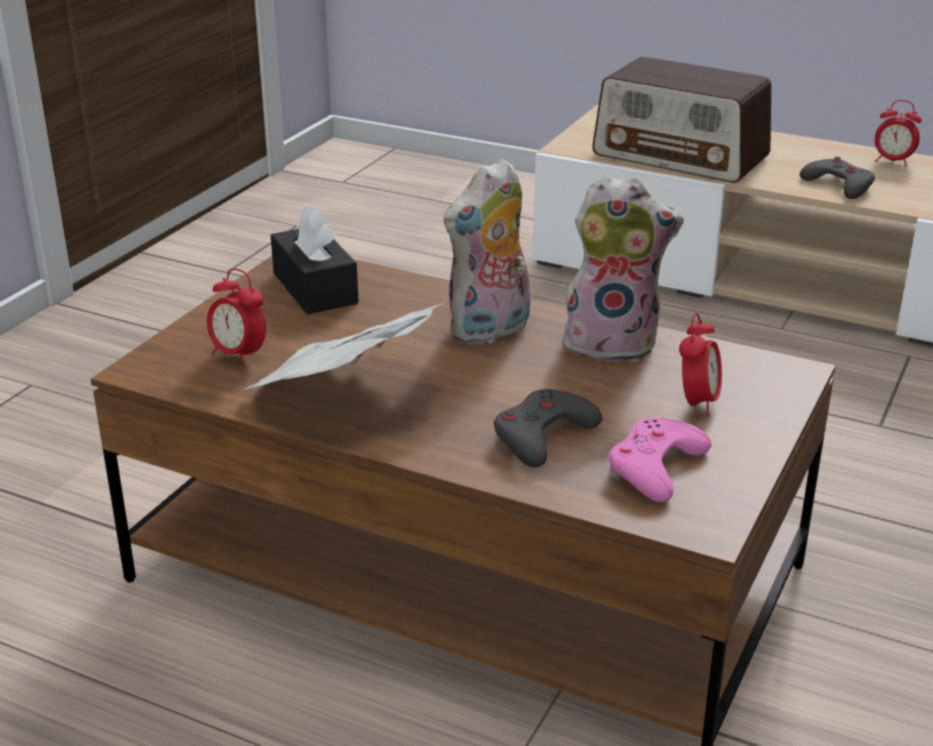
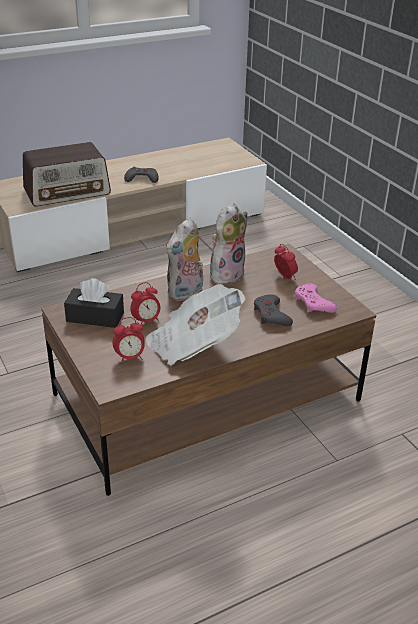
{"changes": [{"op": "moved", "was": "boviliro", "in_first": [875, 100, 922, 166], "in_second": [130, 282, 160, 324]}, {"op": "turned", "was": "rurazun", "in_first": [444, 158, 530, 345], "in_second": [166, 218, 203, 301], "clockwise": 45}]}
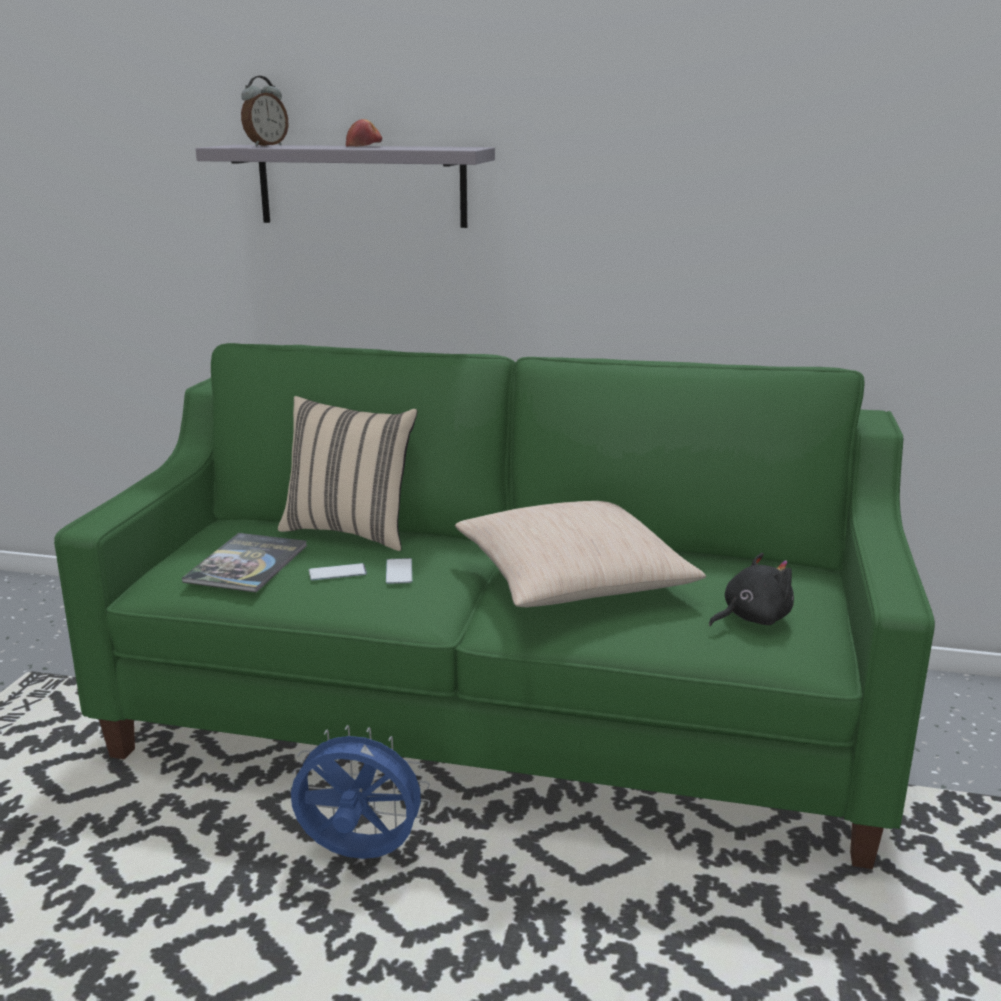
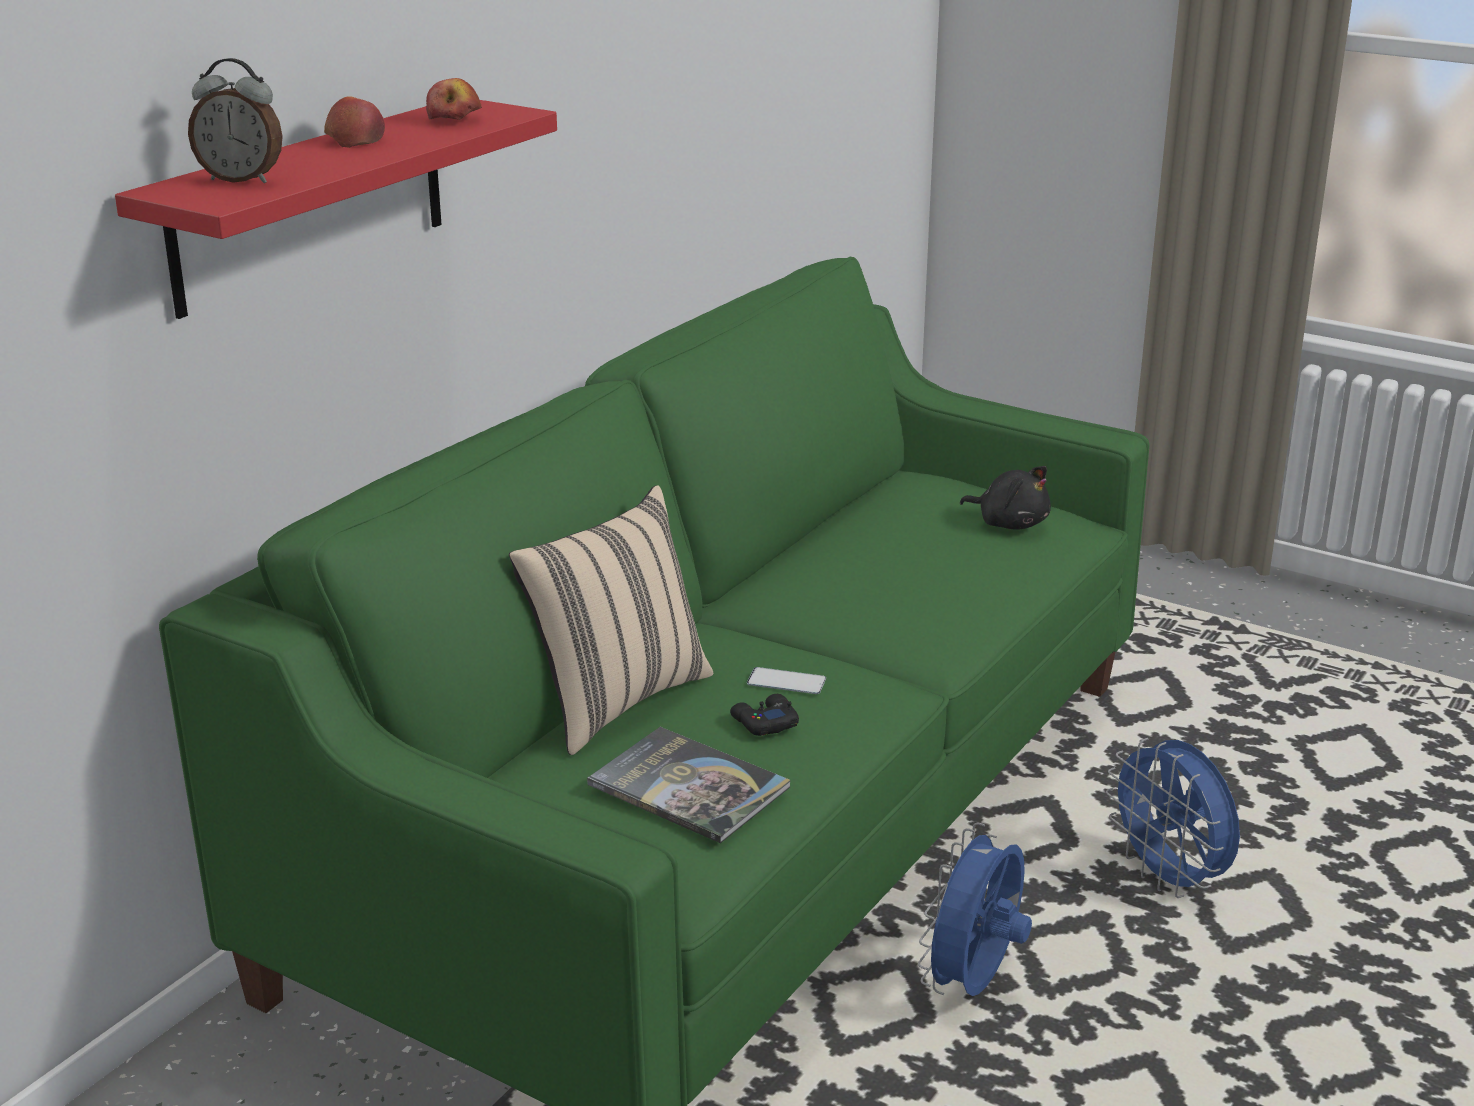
{"changes": [{"op": "turned", "was": "boviliro", "in_first": [241, 76, 288, 146], "in_second": [188, 58, 283, 183], "clockwise": 135}, {"op": "recoloured", "was": "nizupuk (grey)", "now": "nizupuk (red)", "in_first": [196, 145, 495, 228], "in_second": [115, 100, 557, 319]}, {"op": "removed", "was": "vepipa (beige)", "in_first": [455, 501, 706, 607]}, {"op": "turned", "was": "rurazun (black)", "in_first": [709, 553, 794, 626], "in_second": [960, 466, 1051, 530], "clockwise": 135}, {"op": "replaced", "was": "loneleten", "now": "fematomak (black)", "in_first": [309, 563, 367, 581], "in_second": [730, 694, 799, 736]}, {"op": "added", "now": "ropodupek", "in_second": [426, 78, 482, 120]}, {"op": "added", "now": "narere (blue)", "in_second": [1106, 738, 1240, 898]}]}
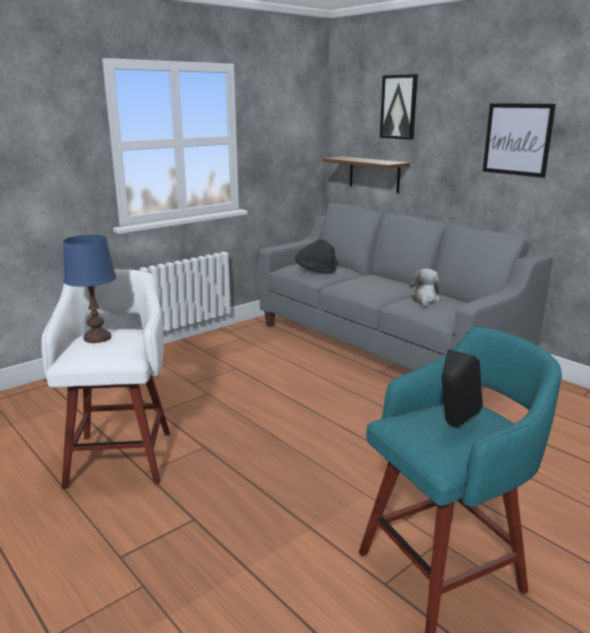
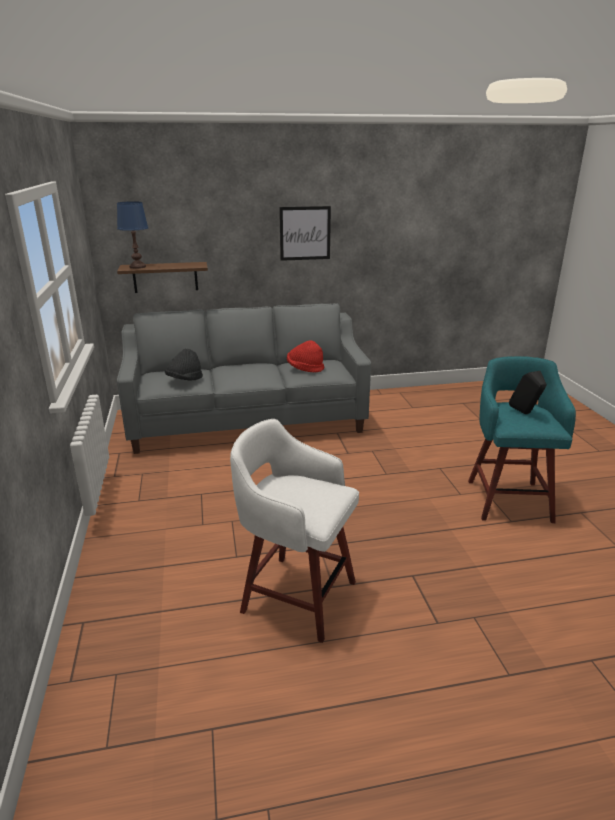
{"changes": [{"op": "removed", "was": "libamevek", "in_first": [380, 74, 418, 140]}, {"op": "moved", "was": "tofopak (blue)", "in_first": [64, 235, 116, 343], "in_second": [117, 201, 148, 269]}, {"op": "replaced", "was": "rurazun", "now": "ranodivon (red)", "in_first": [410, 269, 440, 307], "in_second": [287, 340, 324, 372]}]}
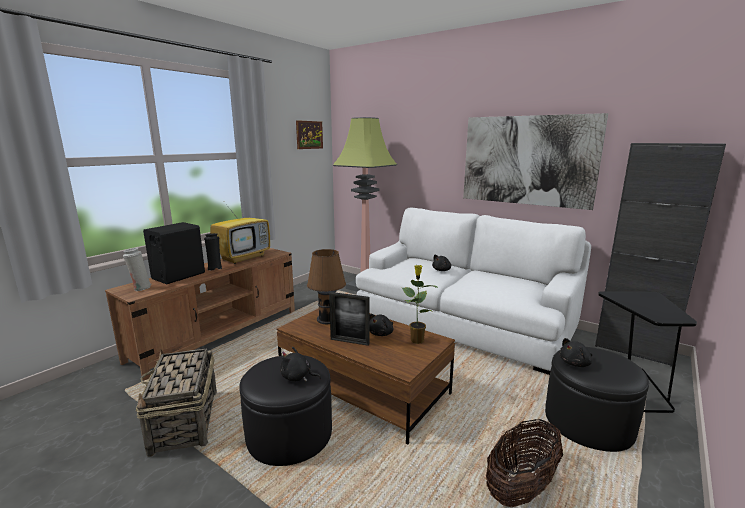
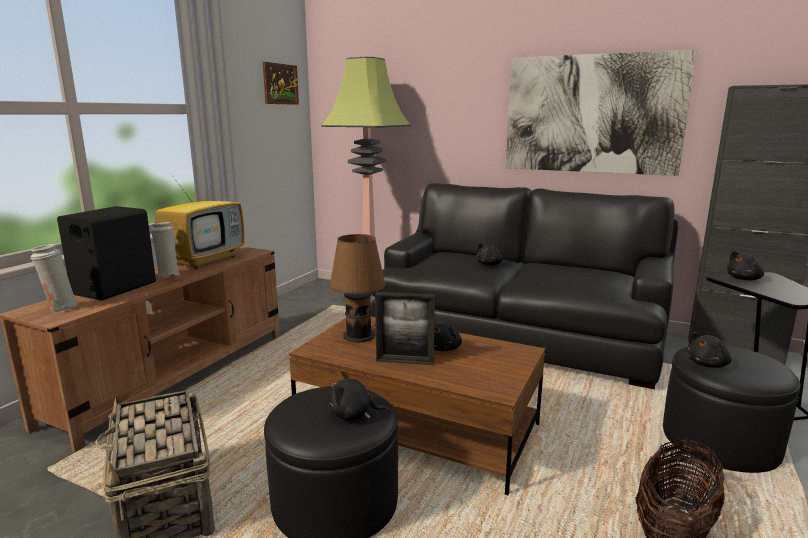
{"changes": [{"op": "recoloured", "was": "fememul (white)", "now": "fememul (black)", "in_first": [356, 208, 591, 375], "in_second": [371, 183, 678, 389]}, {"op": "recoloured", "was": "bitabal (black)", "now": "bitabal (white)", "in_first": [204, 233, 222, 270], "in_second": [151, 222, 180, 278]}, {"op": "removed", "was": "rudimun", "in_first": [402, 265, 439, 344]}, {"op": "added", "now": "rurazun (black)", "in_second": [727, 251, 764, 280]}]}
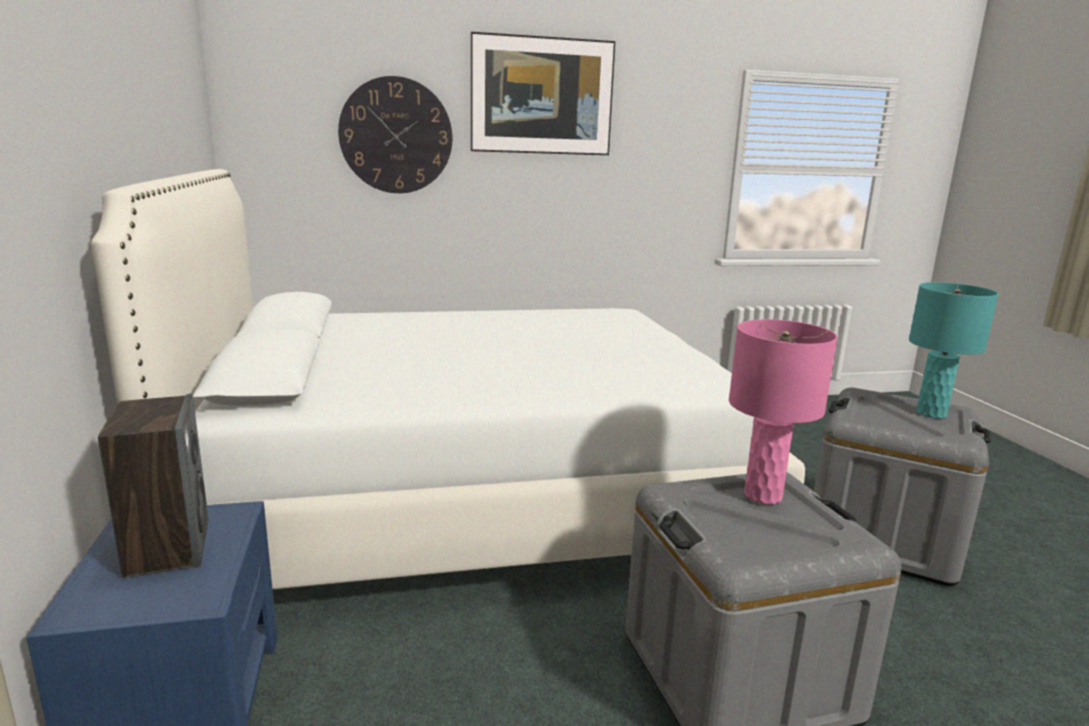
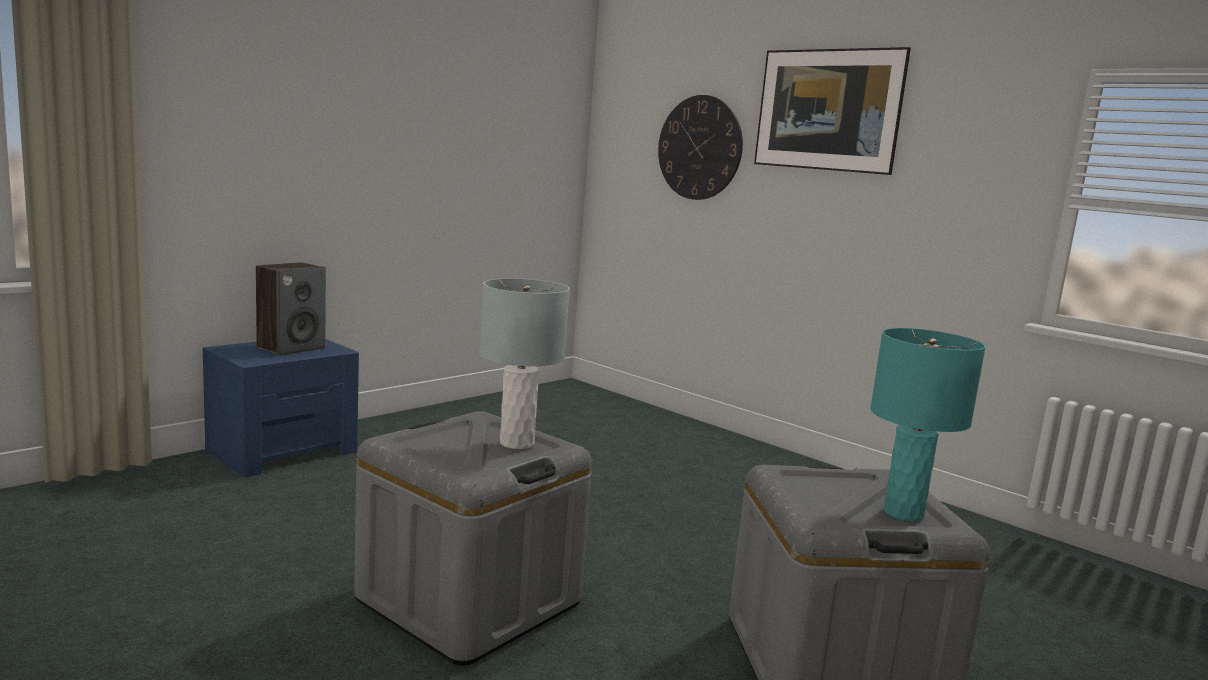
{"changes": [{"op": "removed", "was": "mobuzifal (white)", "in_first": [91, 169, 805, 589]}, {"op": "recoloured", "was": "tofopak (pink)", "now": "tofopak (grey)", "in_first": [729, 319, 837, 504], "in_second": [480, 278, 570, 449]}]}
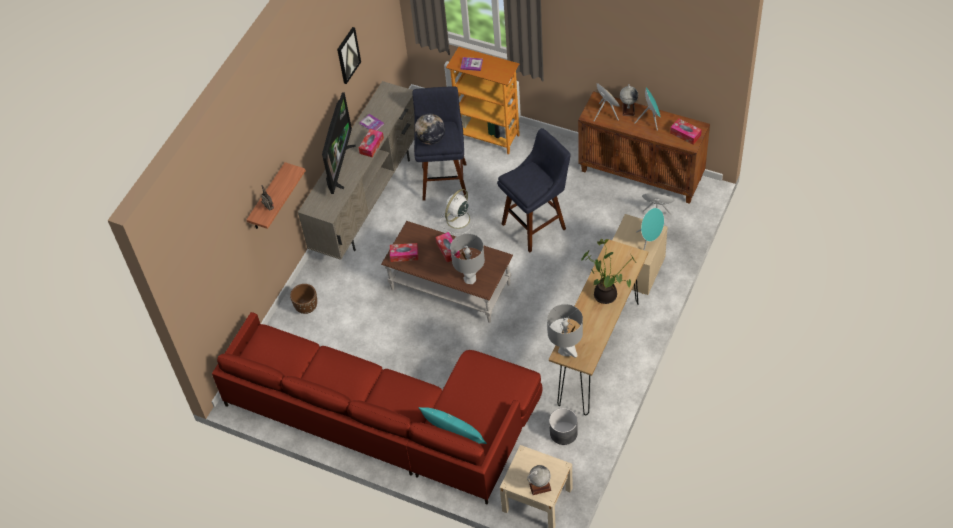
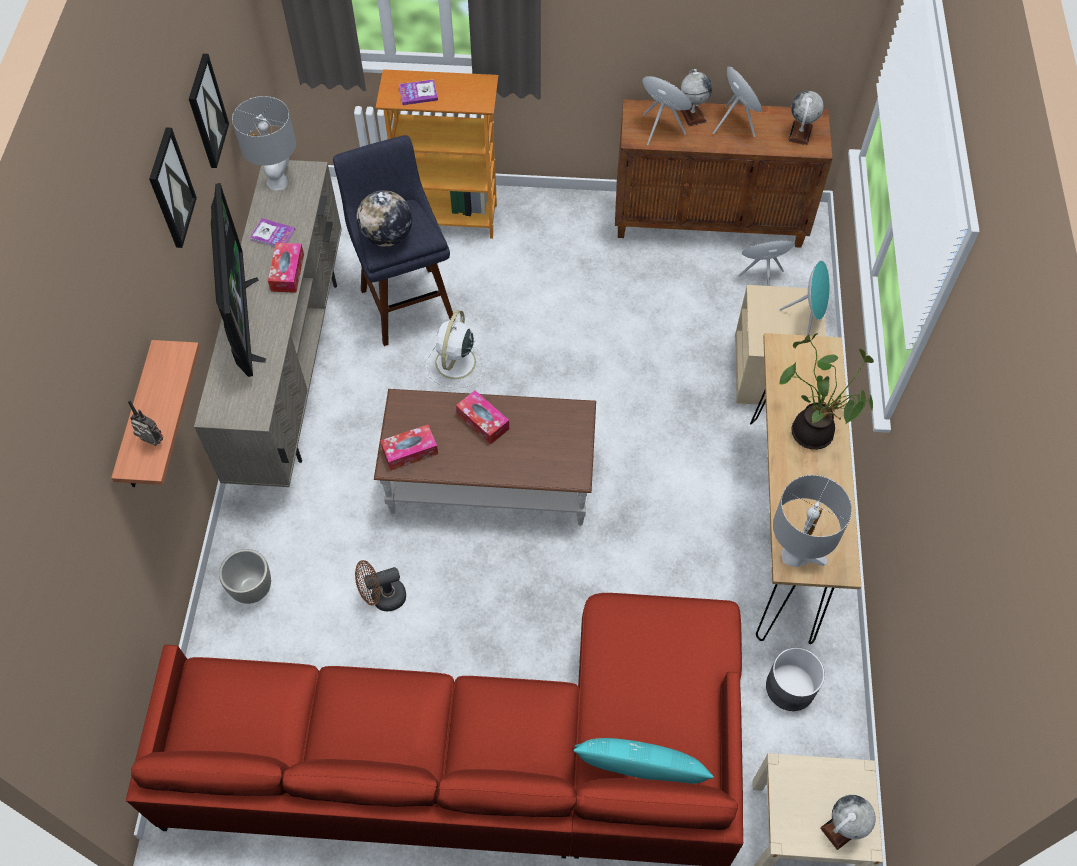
{"changes": [{"op": "replaced", "was": "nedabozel", "now": "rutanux", "in_first": [670, 118, 702, 145], "in_second": [788, 91, 824, 145]}, {"op": "removed", "was": "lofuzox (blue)", "in_first": [497, 128, 571, 252]}, {"op": "moved", "was": "tofopak (grey)", "in_first": [450, 234, 485, 284], "in_second": [232, 96, 296, 190]}, {"op": "recoloured", "was": "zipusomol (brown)", "now": "zipusomol (grey)", "in_first": [290, 284, 317, 314], "in_second": [219, 549, 271, 604]}, {"op": "added", "now": "libamevek", "in_second": [149, 127, 197, 248]}, {"op": "added", "now": "narere (brown)", "in_second": [355, 560, 406, 611]}]}
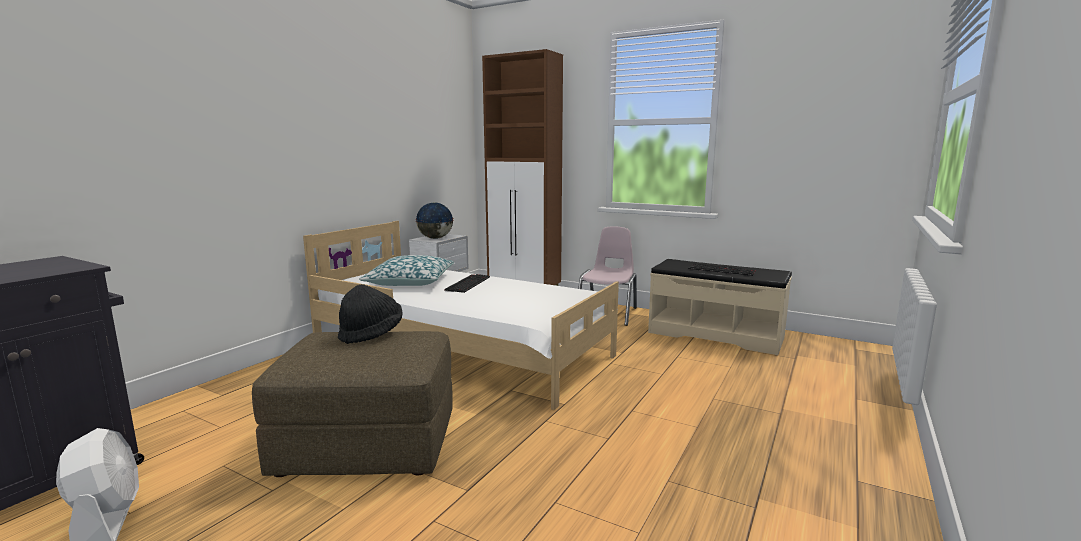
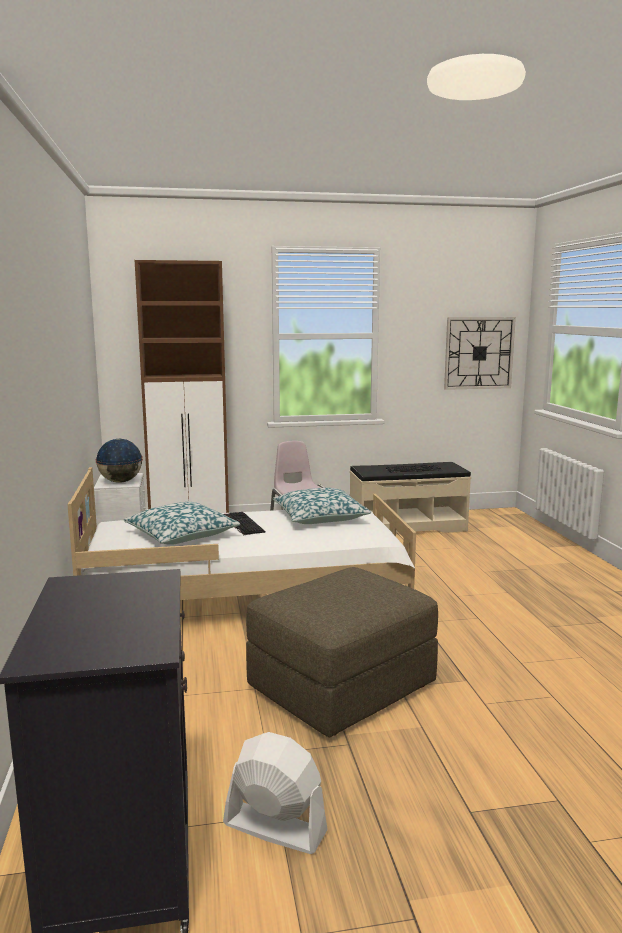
{"changes": [{"op": "removed", "was": "ranodivon (black)", "in_first": [338, 284, 403, 344]}, {"op": "added", "now": "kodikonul", "in_second": [444, 317, 516, 390]}, {"op": "added", "now": "vepipa", "in_second": [273, 488, 371, 524]}]}
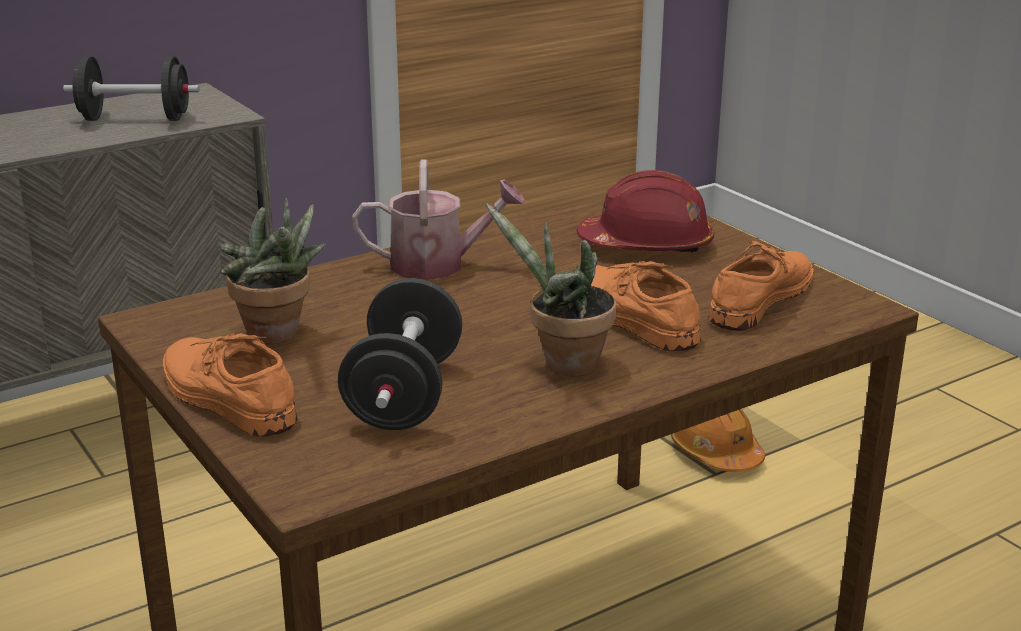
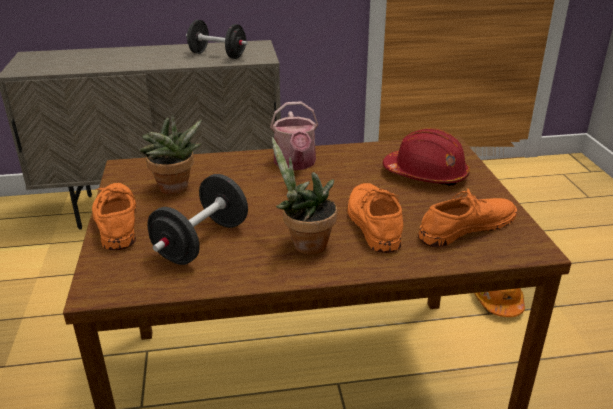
{"changes": [{"op": "turned", "was": "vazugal", "in_first": [352, 159, 526, 280], "in_second": [270, 101, 318, 170], "clockwise": 60}]}
